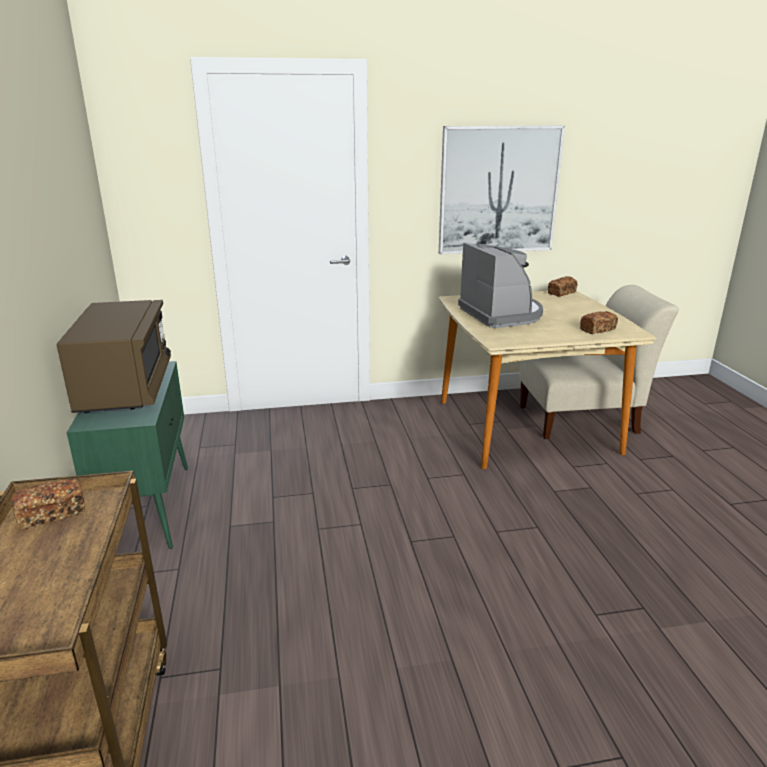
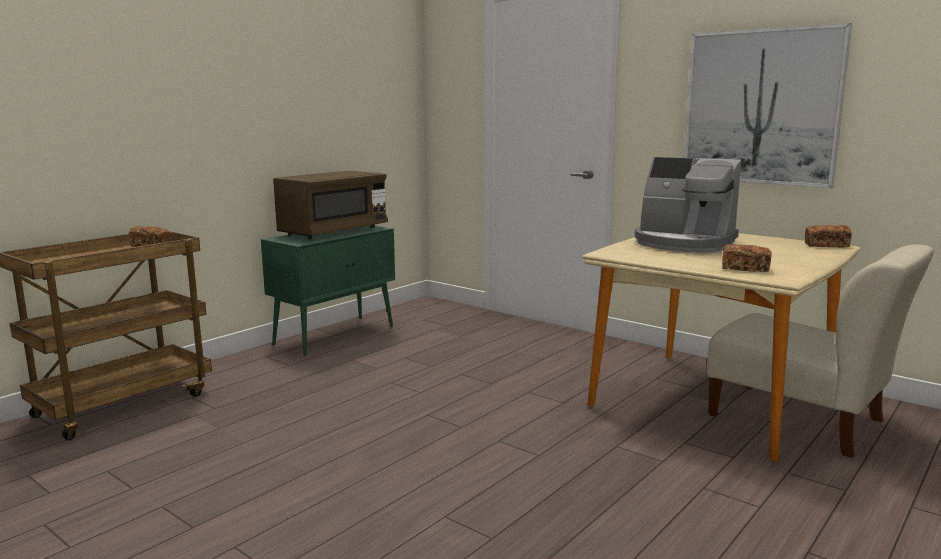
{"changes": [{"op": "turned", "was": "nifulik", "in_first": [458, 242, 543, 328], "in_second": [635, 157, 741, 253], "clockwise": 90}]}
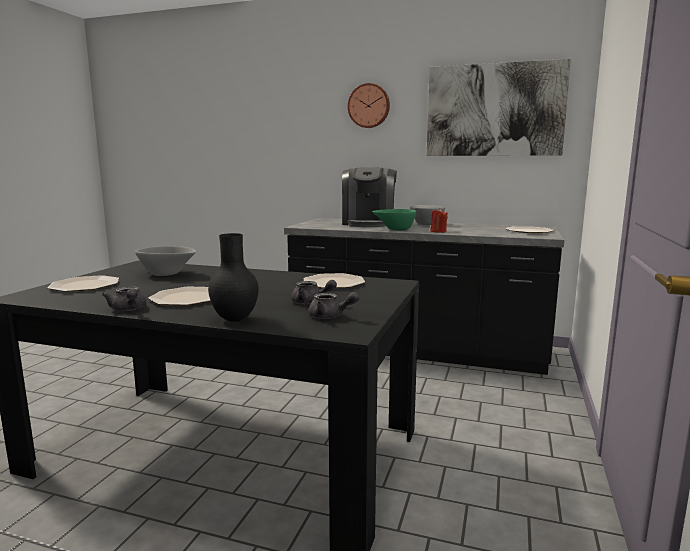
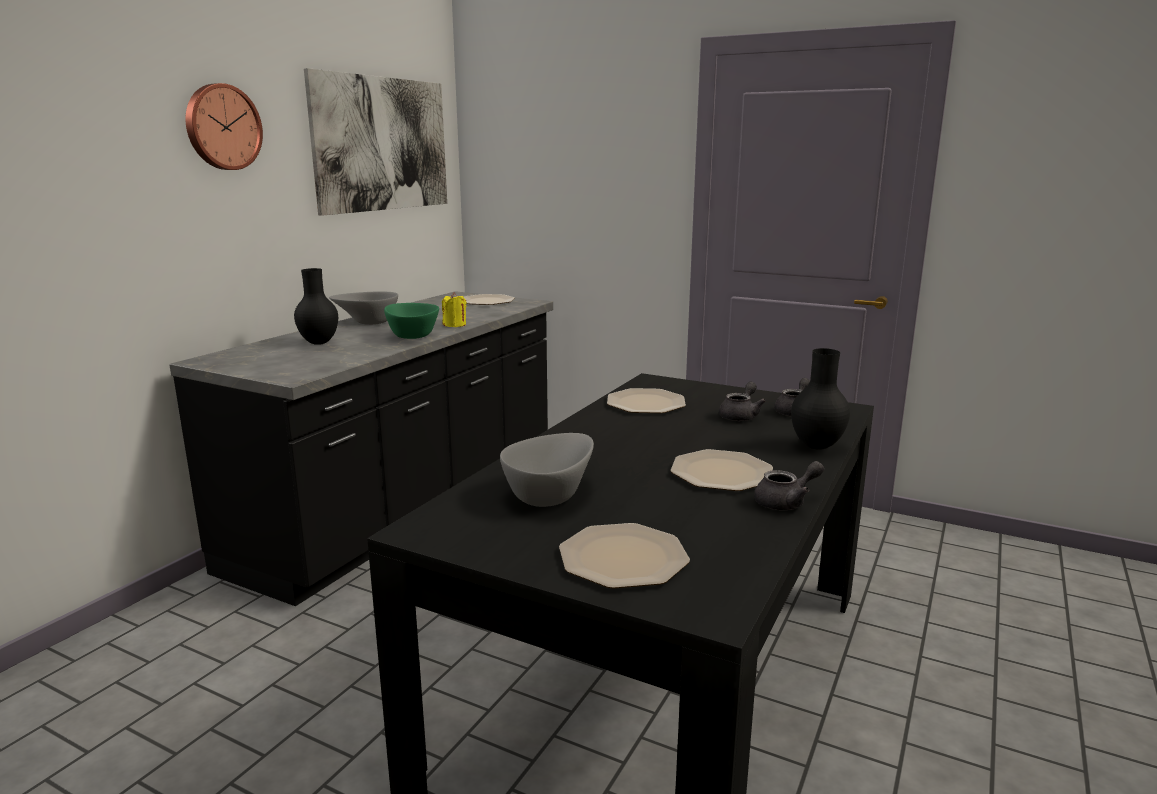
{"changes": [{"op": "replaced", "was": "nifulik", "now": "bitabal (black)", "in_first": [342, 168, 397, 227], "in_second": [294, 268, 338, 345]}, {"op": "recoloured", "was": "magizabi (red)", "now": "magizabi (yellow)", "in_first": [430, 208, 448, 233], "in_second": [442, 292, 467, 327]}]}
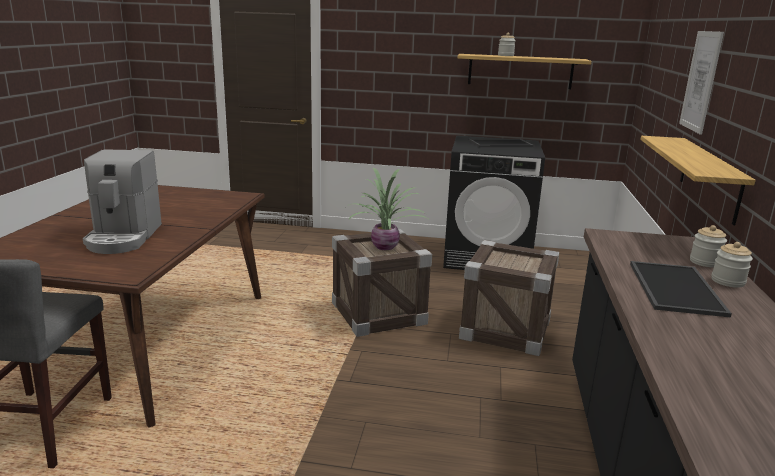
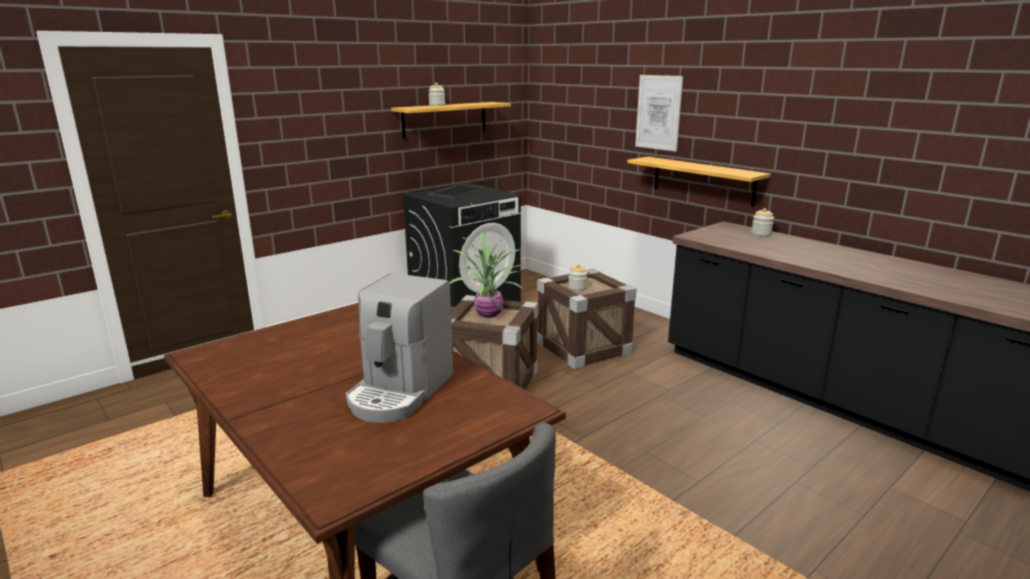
{"changes": [{"op": "turned", "was": "nifulik", "in_first": [83, 149, 162, 254], "in_second": [346, 273, 453, 423], "clockwise": 75}, {"op": "moved", "was": "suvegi", "in_first": [711, 242, 753, 288], "in_second": [568, 264, 587, 291]}, {"op": "removed", "was": "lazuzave", "in_first": [630, 261, 732, 317]}]}
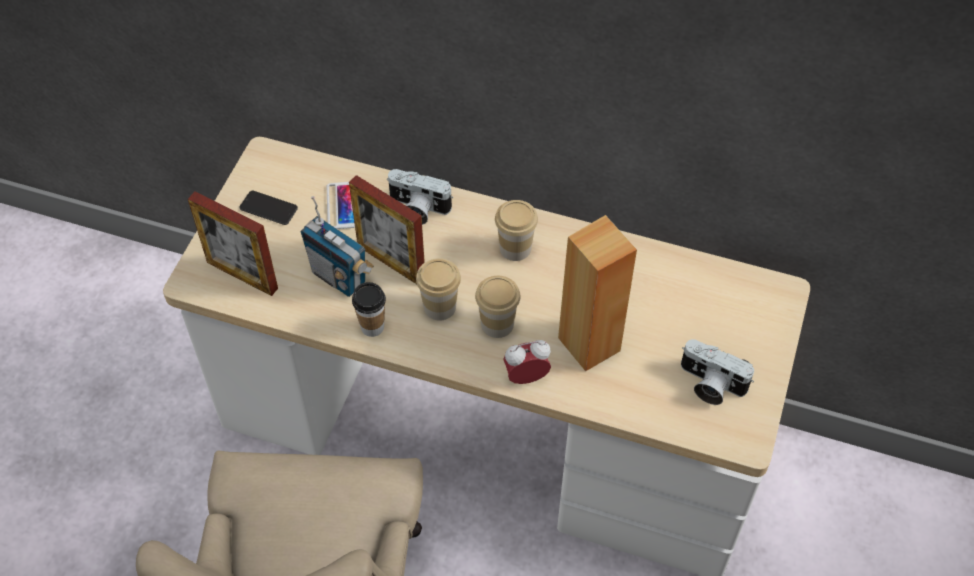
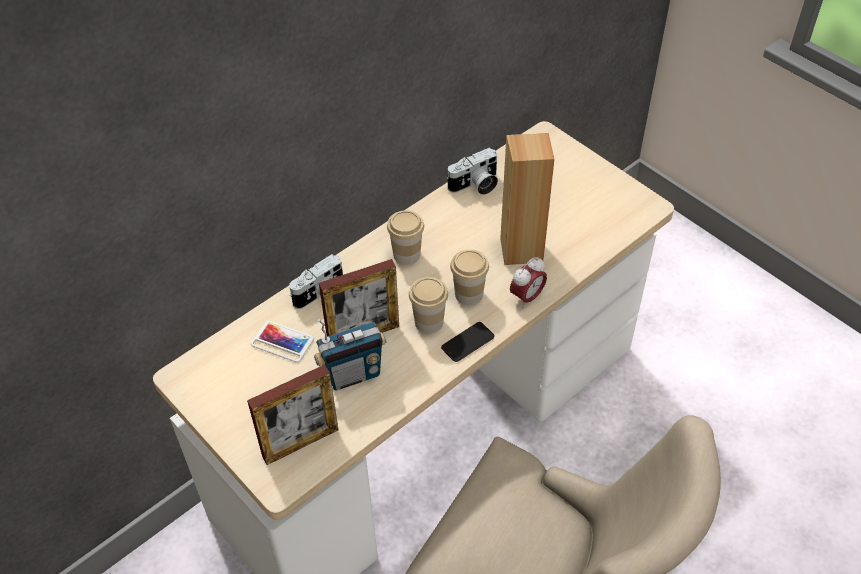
{"changes": [{"op": "moved", "was": "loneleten", "in_first": [239, 191, 298, 225], "in_second": [441, 322, 495, 362]}, {"op": "removed", "was": "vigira", "in_first": [352, 282, 386, 337]}, {"op": "moved", "was": "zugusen", "in_first": [681, 339, 754, 405], "in_second": [447, 147, 498, 195]}, {"op": "turned", "was": "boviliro", "in_first": [503, 340, 551, 384], "in_second": [510, 257, 547, 308], "clockwise": -150}]}
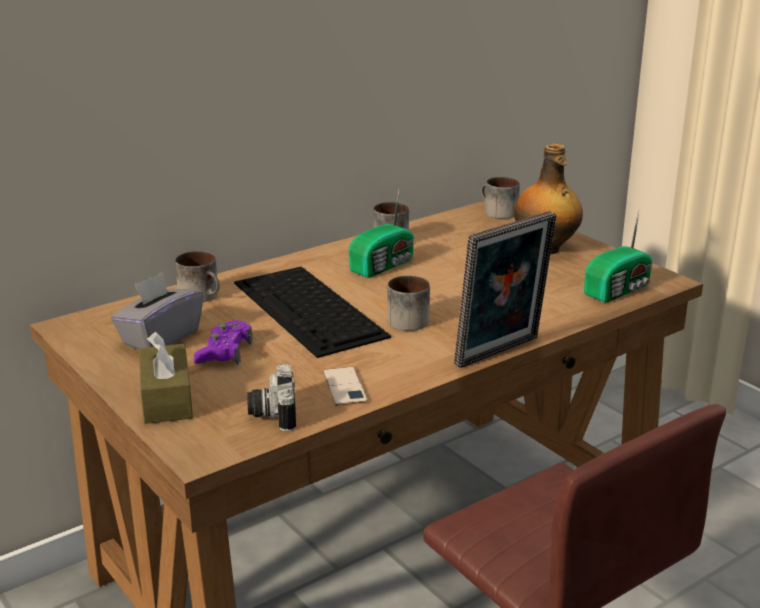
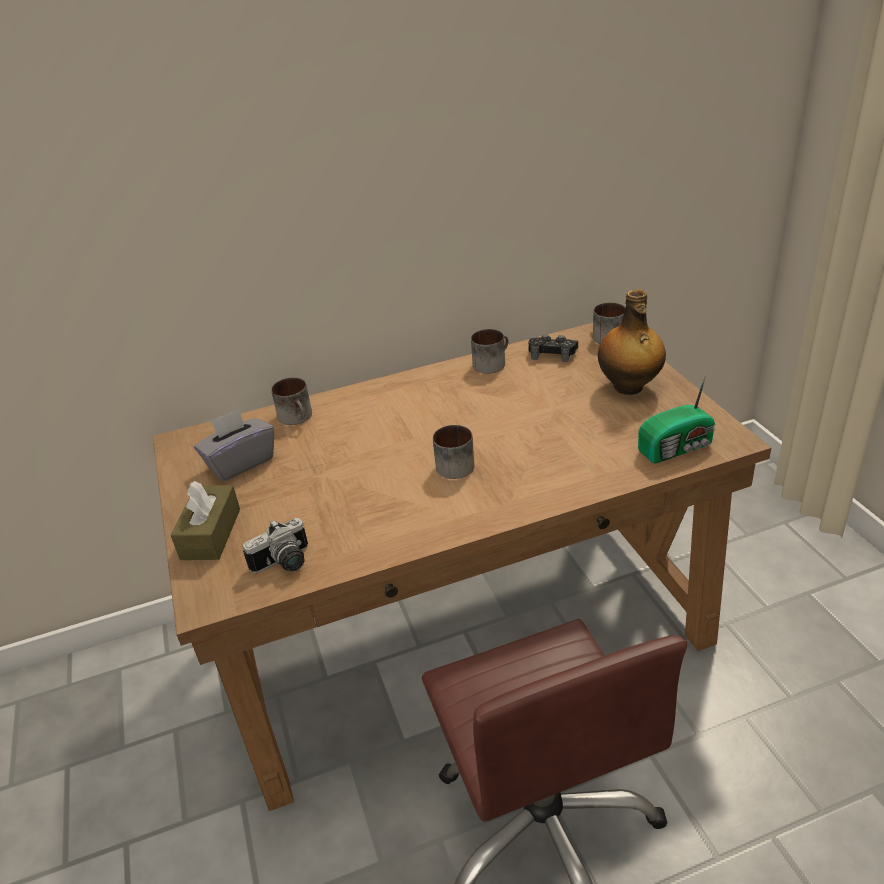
{"changes": [{"op": "removed", "was": "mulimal", "in_first": [349, 190, 415, 278]}, {"op": "removed", "was": "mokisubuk", "in_first": [454, 211, 556, 368]}, {"op": "removed", "was": "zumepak", "in_first": [234, 267, 391, 358]}, {"op": "removed", "was": "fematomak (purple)", "in_first": [194, 320, 253, 365]}, {"op": "turned", "was": "zugusen", "in_first": [247, 364, 296, 431], "in_second": [243, 518, 308, 573], "clockwise": -135}, {"op": "removed", "was": "loneleten", "in_first": [324, 367, 368, 406]}, {"op": "added", "now": "fematomak (black)", "in_second": [528, 334, 578, 362]}]}
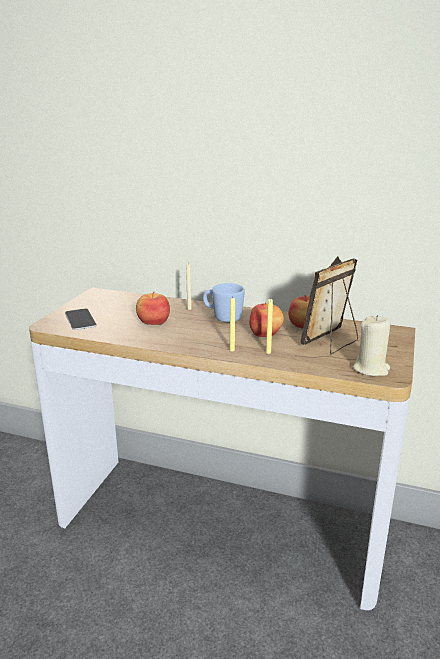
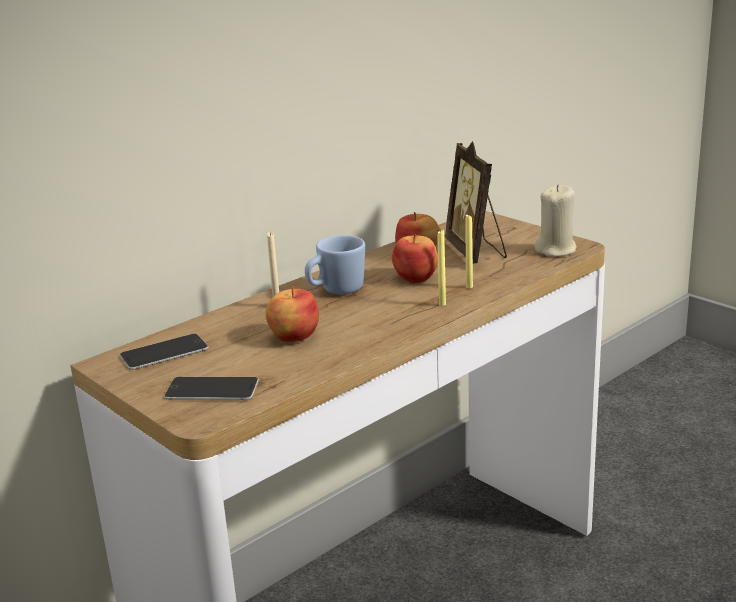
{"changes": [{"op": "added", "now": "loneleten", "in_second": [120, 334, 209, 370]}]}
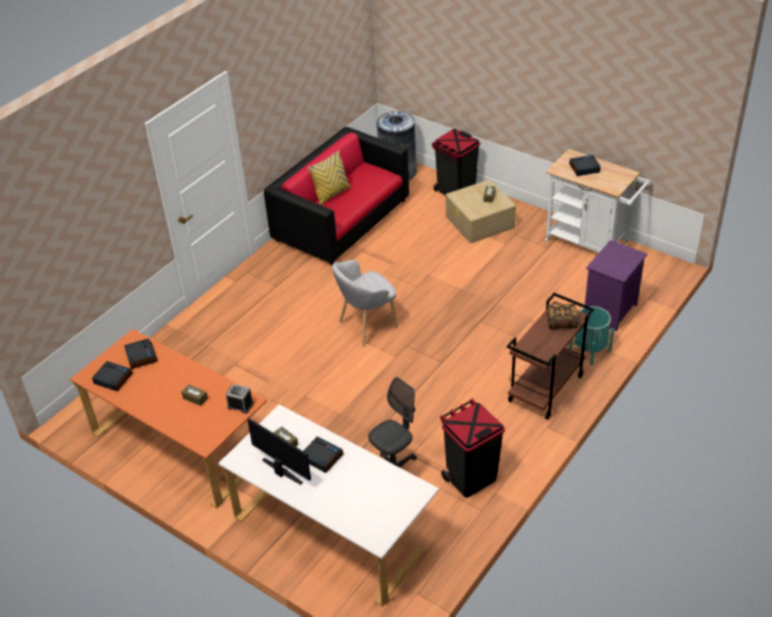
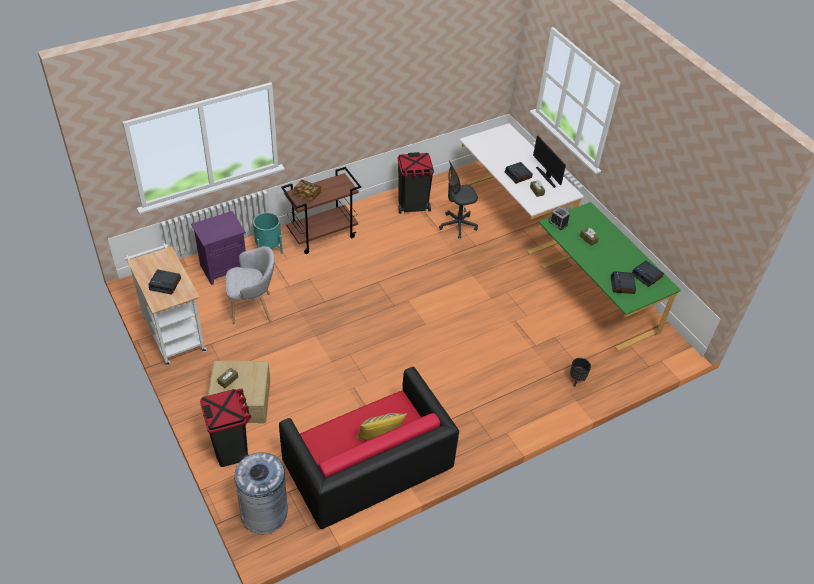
{"changes": [{"op": "moved", "was": "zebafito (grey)", "in_first": [332, 260, 398, 347], "in_second": [226, 246, 275, 324]}, {"op": "recoloured", "was": "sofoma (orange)", "now": "sofoma (green)", "in_first": [70, 329, 267, 508], "in_second": [538, 202, 681, 351]}, {"op": "added", "now": "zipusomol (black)", "in_second": [570, 358, 591, 387]}]}
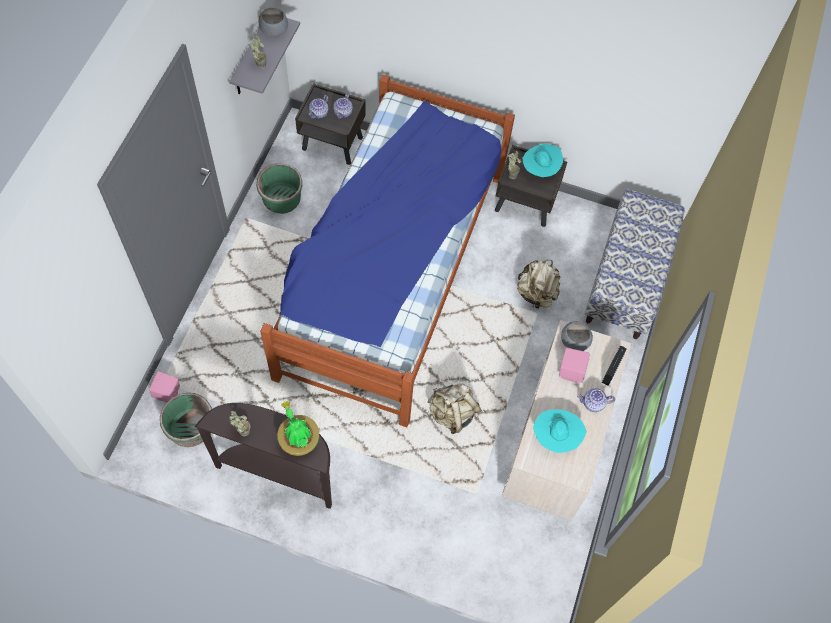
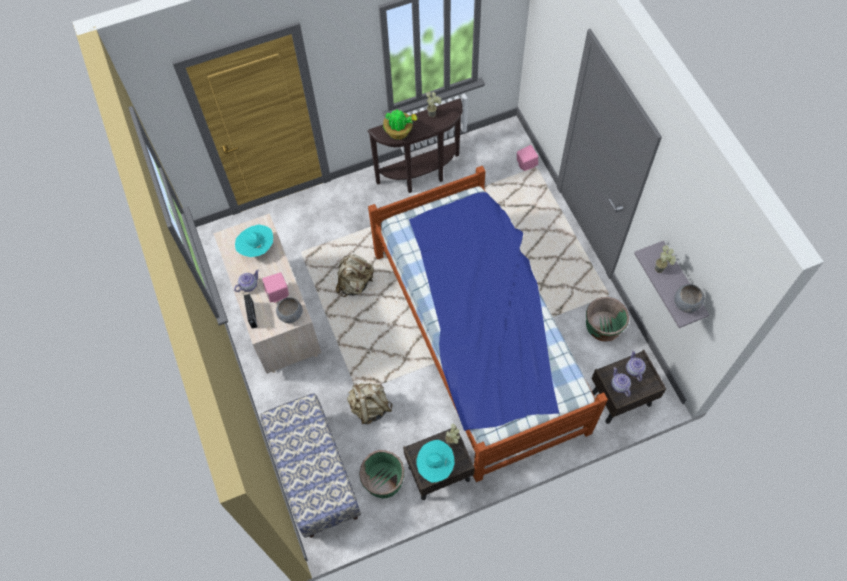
{"changes": [{"op": "moved", "was": "zipusomol (green)", "in_first": [160, 393, 212, 447], "in_second": [359, 450, 404, 498]}]}
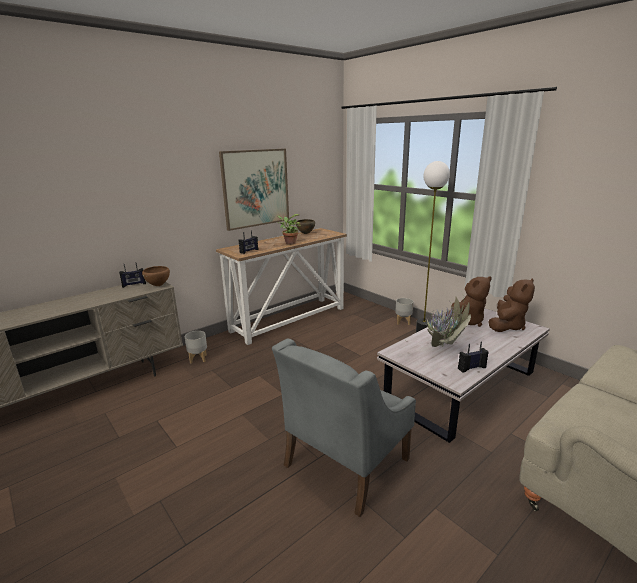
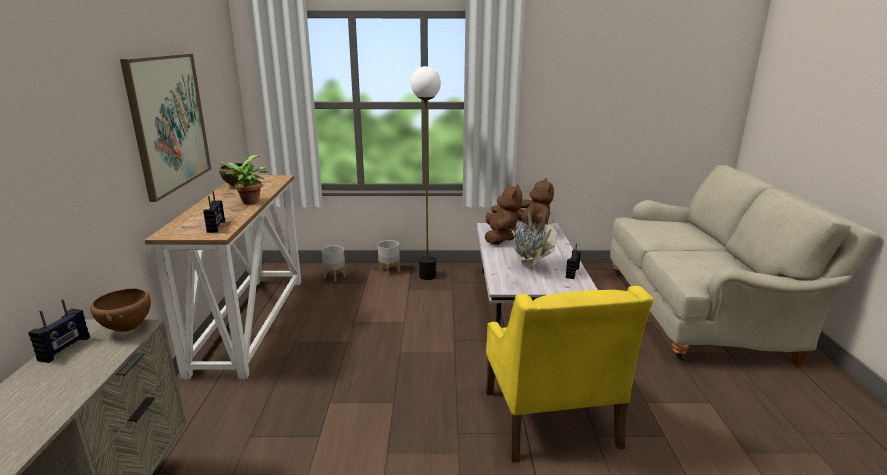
{"changes": [{"op": "moved", "was": "zipusomol (grey)", "in_first": [185, 331, 207, 364], "in_second": [322, 246, 346, 282]}, {"op": "recoloured", "was": "zebafito (grey)", "now": "zebafito (yellow)", "in_first": [272, 338, 416, 517], "in_second": [486, 286, 654, 463]}]}
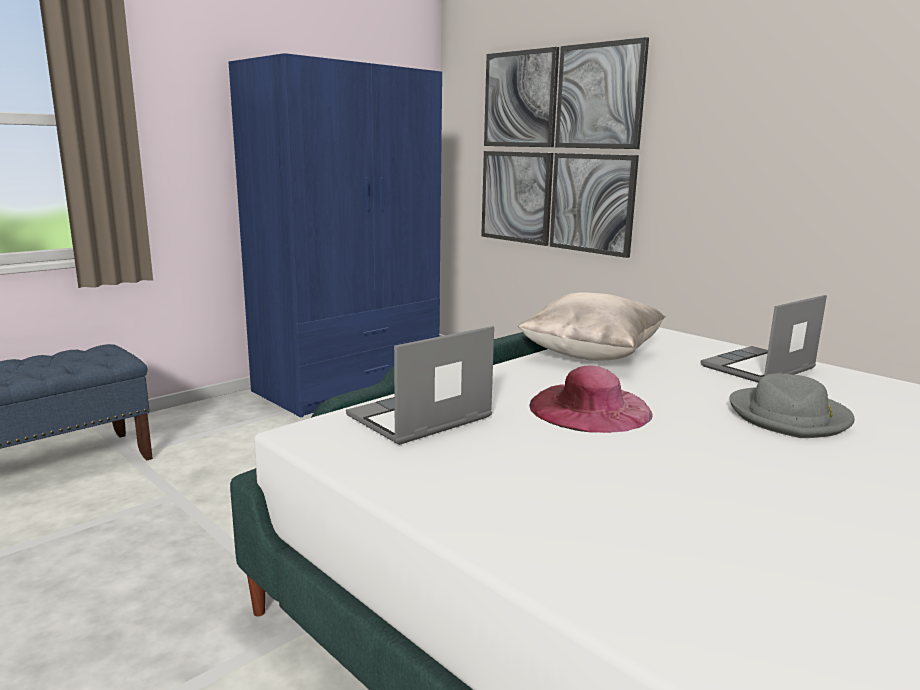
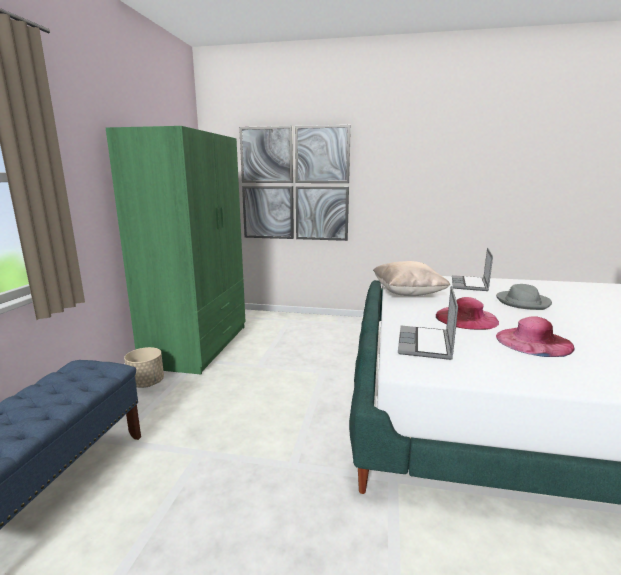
{"changes": [{"op": "recoloured", "was": "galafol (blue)", "now": "galafol (green)", "in_first": [229, 53, 442, 417], "in_second": [106, 126, 246, 375]}, {"op": "added", "now": "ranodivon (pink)", "in_second": [496, 316, 575, 357]}, {"op": "added", "now": "zipusomol (beige)", "in_second": [124, 347, 164, 388]}]}
